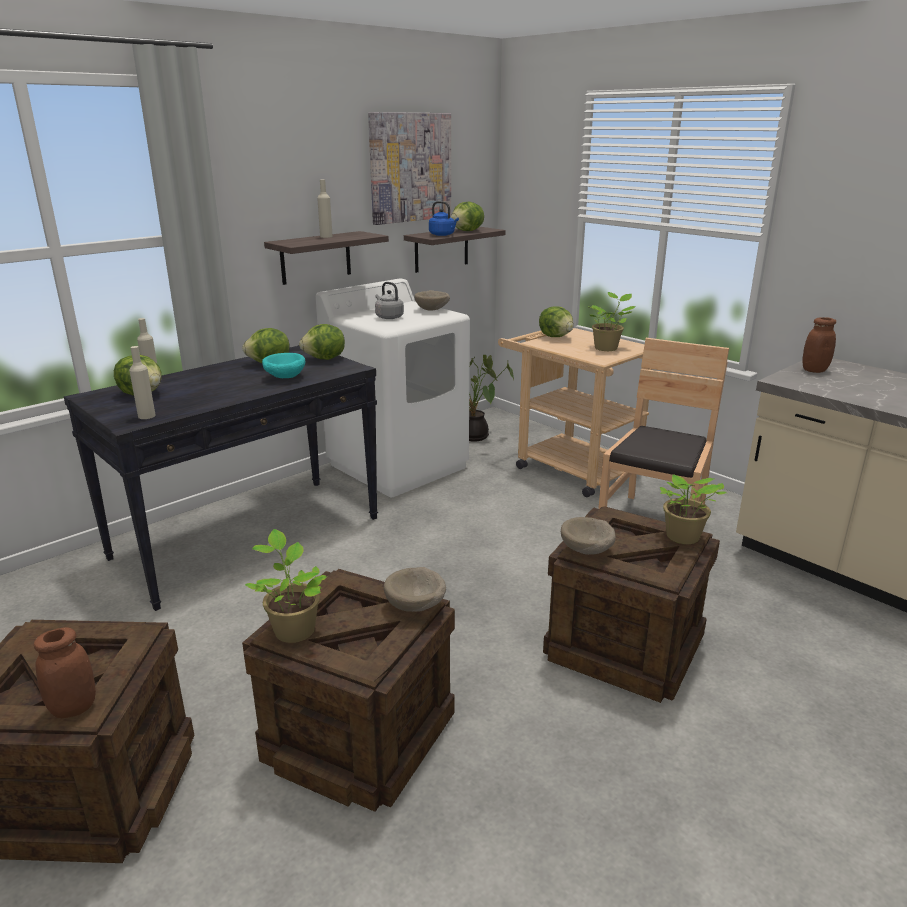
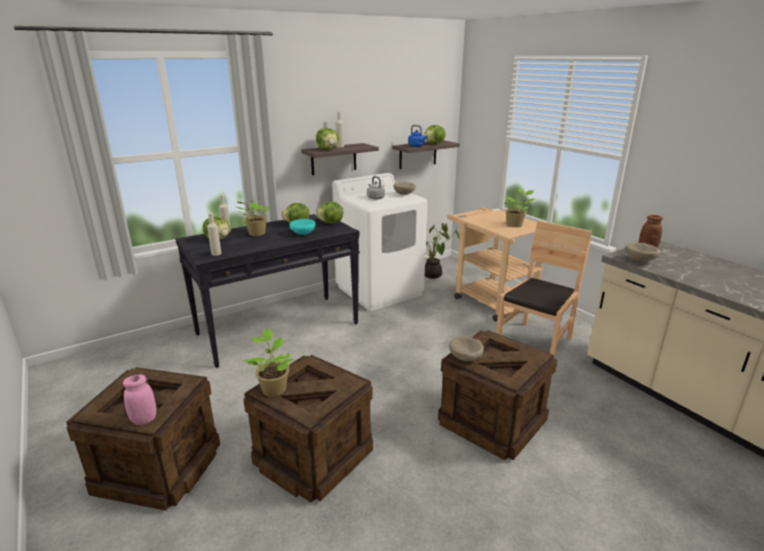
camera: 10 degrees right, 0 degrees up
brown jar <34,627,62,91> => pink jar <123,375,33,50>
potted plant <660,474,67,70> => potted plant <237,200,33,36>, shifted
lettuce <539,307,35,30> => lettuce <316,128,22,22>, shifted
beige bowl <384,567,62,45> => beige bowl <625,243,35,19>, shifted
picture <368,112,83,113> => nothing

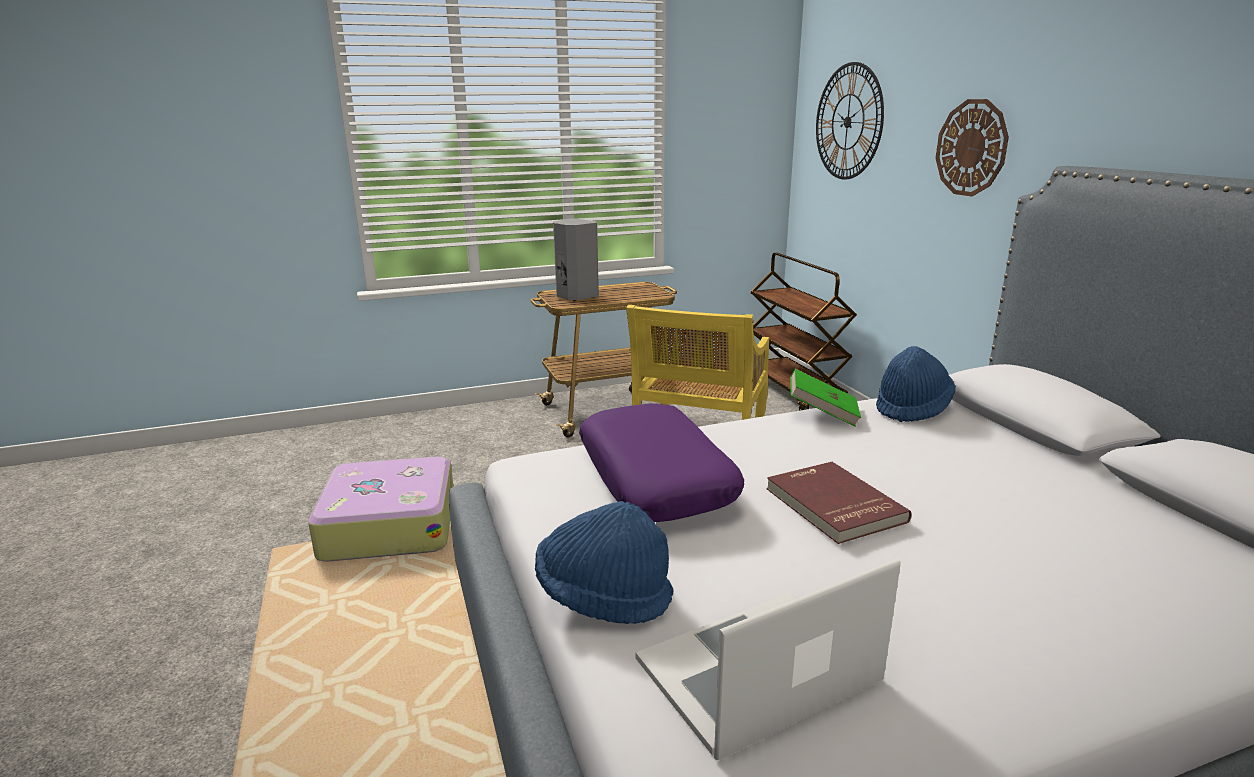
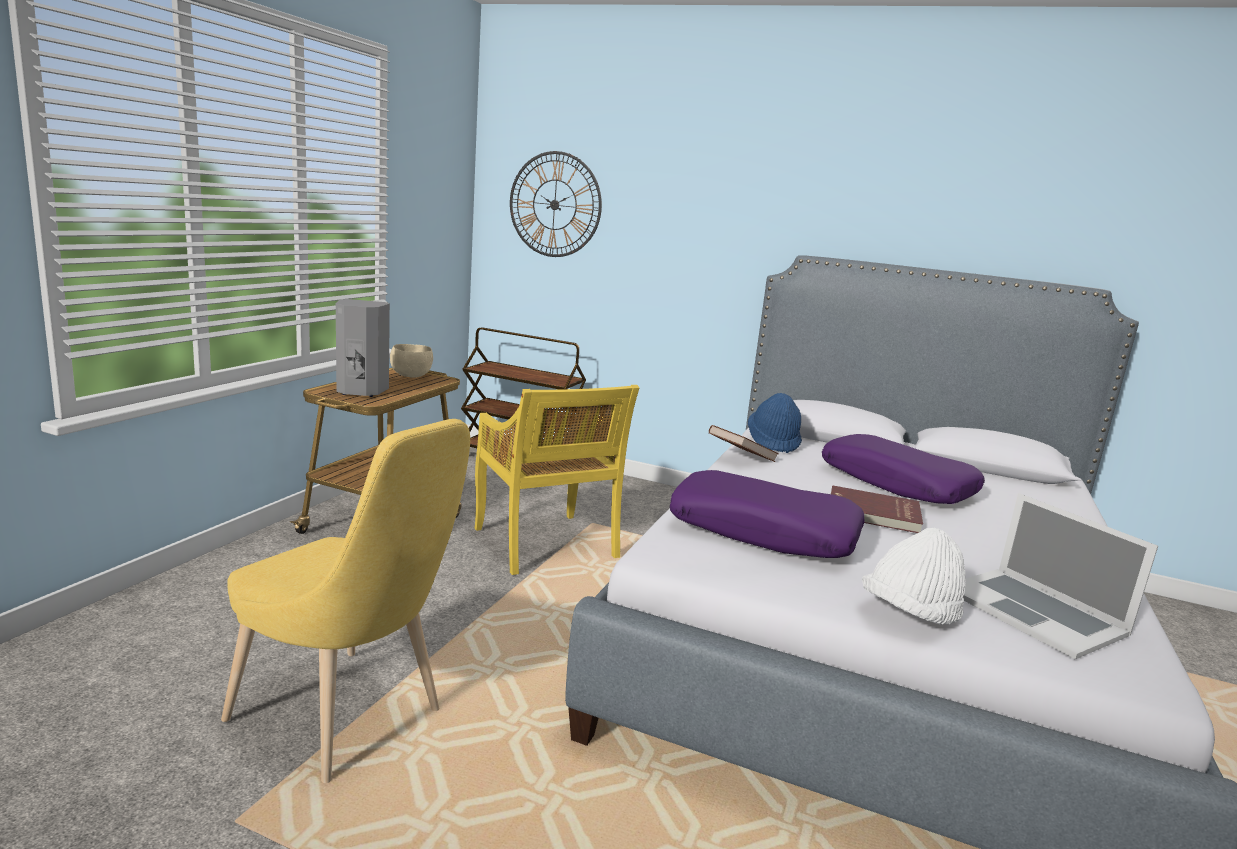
camera: 50 degrees left, 5 degrees down
suitcase <308,457,146,104> => yellow chair <221,419,249,364>
nothing => beige bowl <390,344,43,33>
green book <790,369,71,58> => brown book <709,425,69,37>
nothing => purple pillow <822,434,163,70>
blue hat <535,501,138,123> => white hat <862,528,104,96>
laptop <636,559,265,201> => laptop <963,493,195,166>, 45 degrees counterclockwise
wall clock <936,99,73,98> => nothing

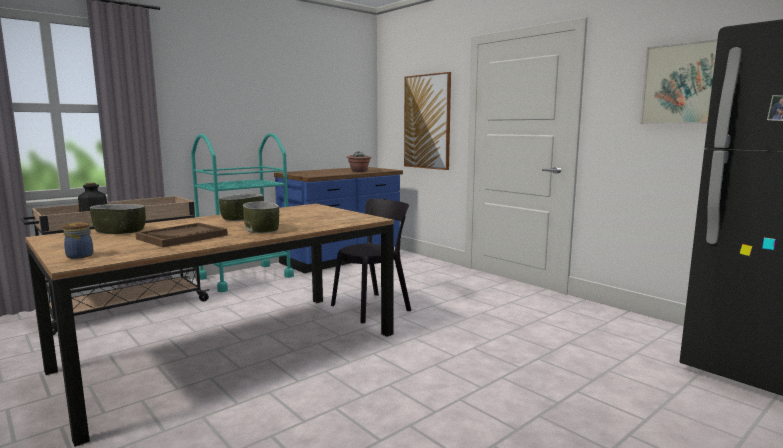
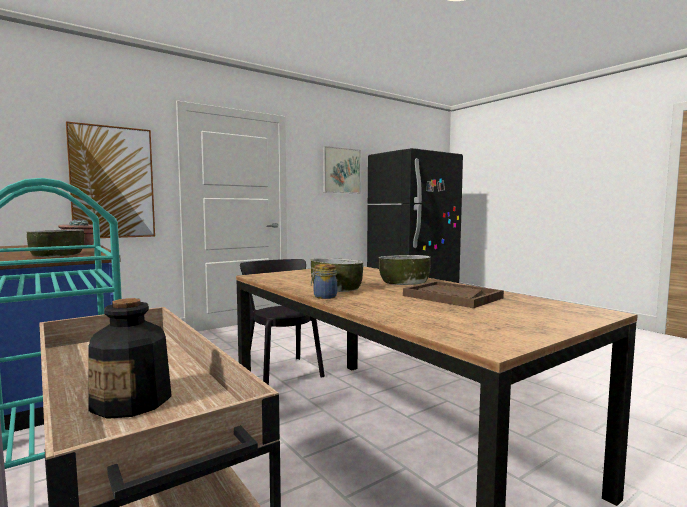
camera: 85 degrees left, 5 degrees down
bowl <90,204,56,30> => bowl <27,229,57,28>, shifted
jar <63,222,30,37> => jar <311,264,26,35>, shifted

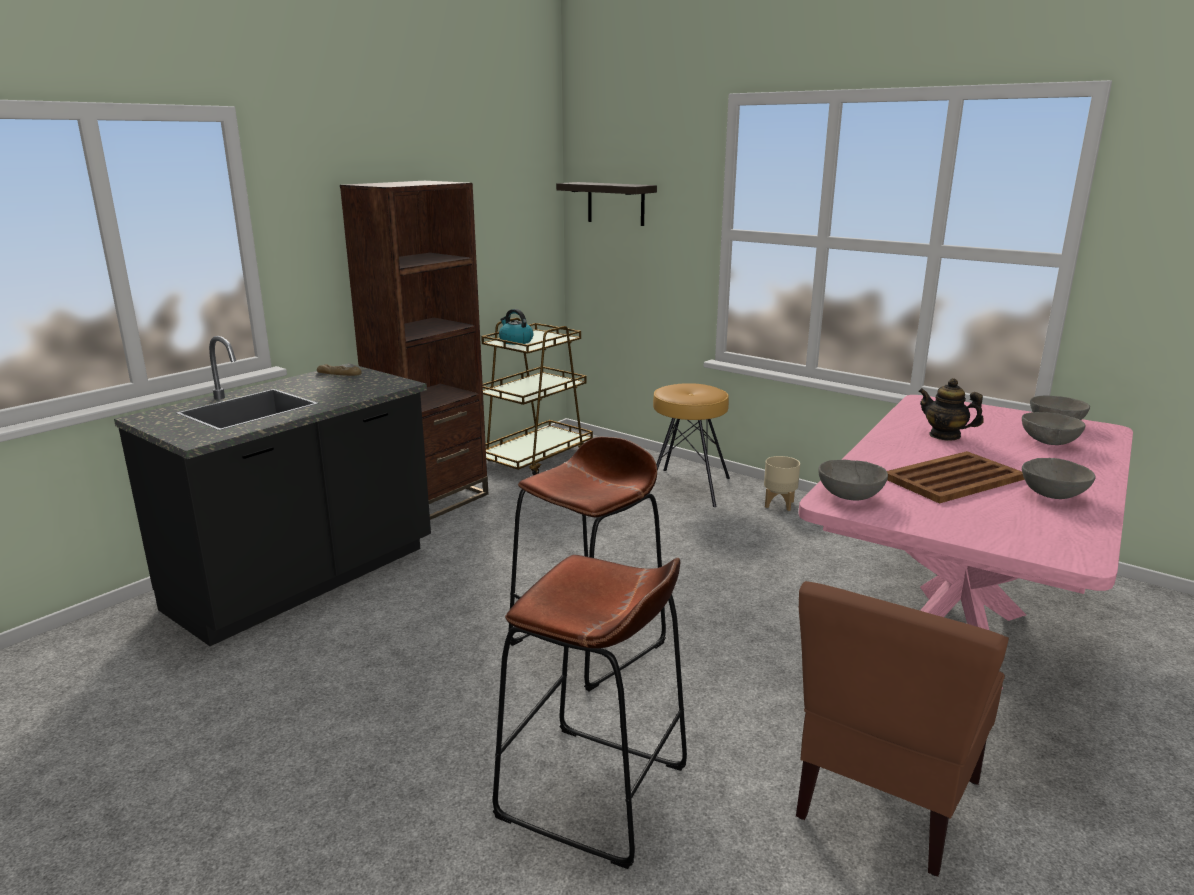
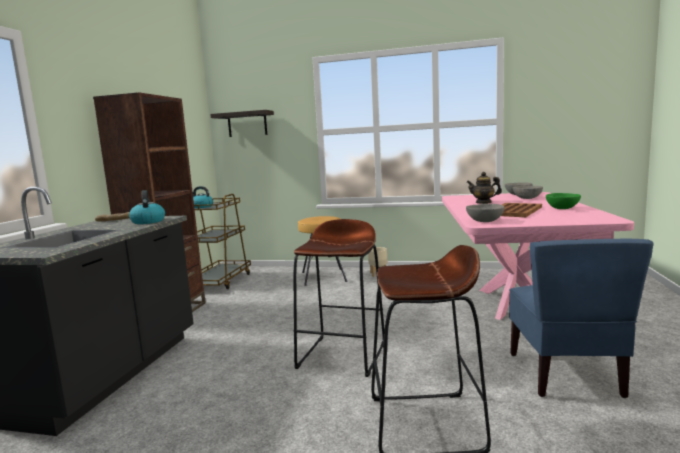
camera: 25 degrees left, 10 degrees down
nothing => kettle <129,190,36,34>
brown chair <796,581,213,296> => blue chair <509,239,145,159>
grey bowl <1022,458,74,41> => green bowl <546,193,35,16>

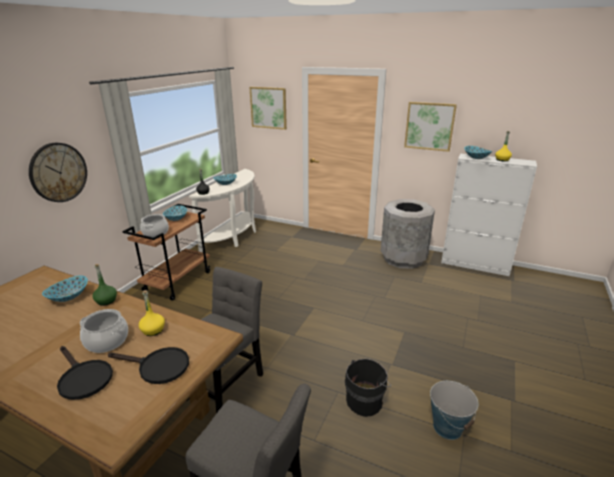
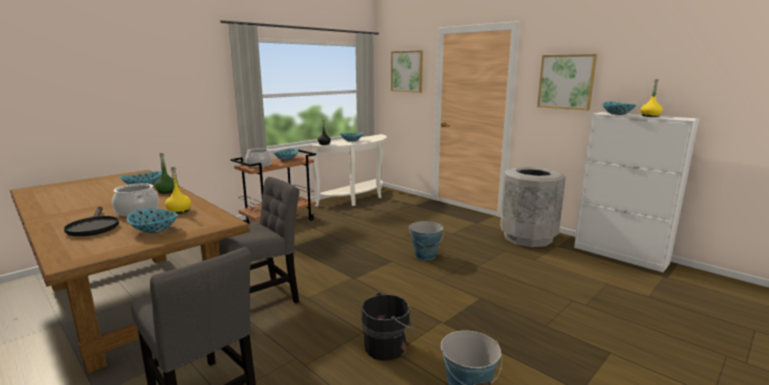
camera: 20 degrees right, 10 degrees down
black frying pan <108,347,81,37> => bowl <127,208,51,25>
nothing => bucket <409,221,35,40>
wall clock <29,143,58,59> => nothing

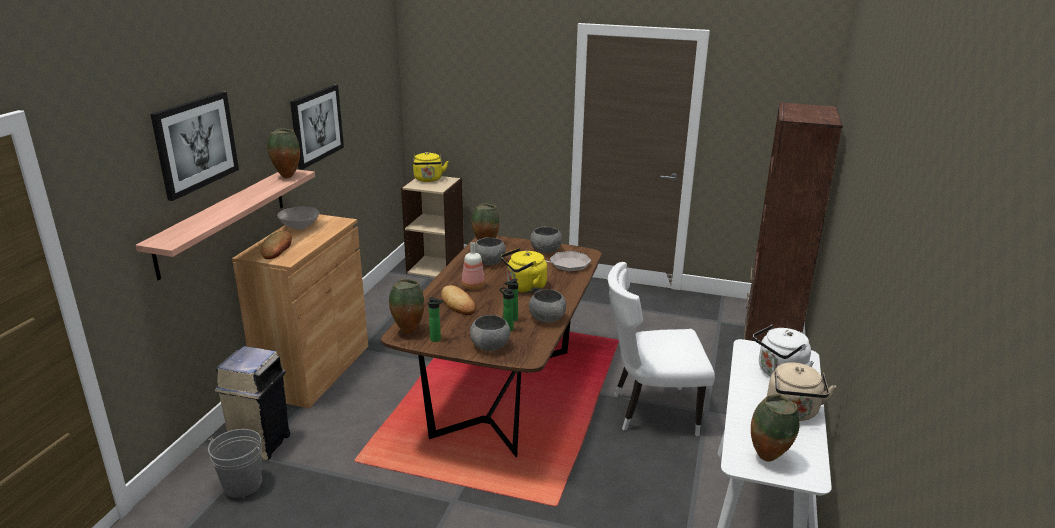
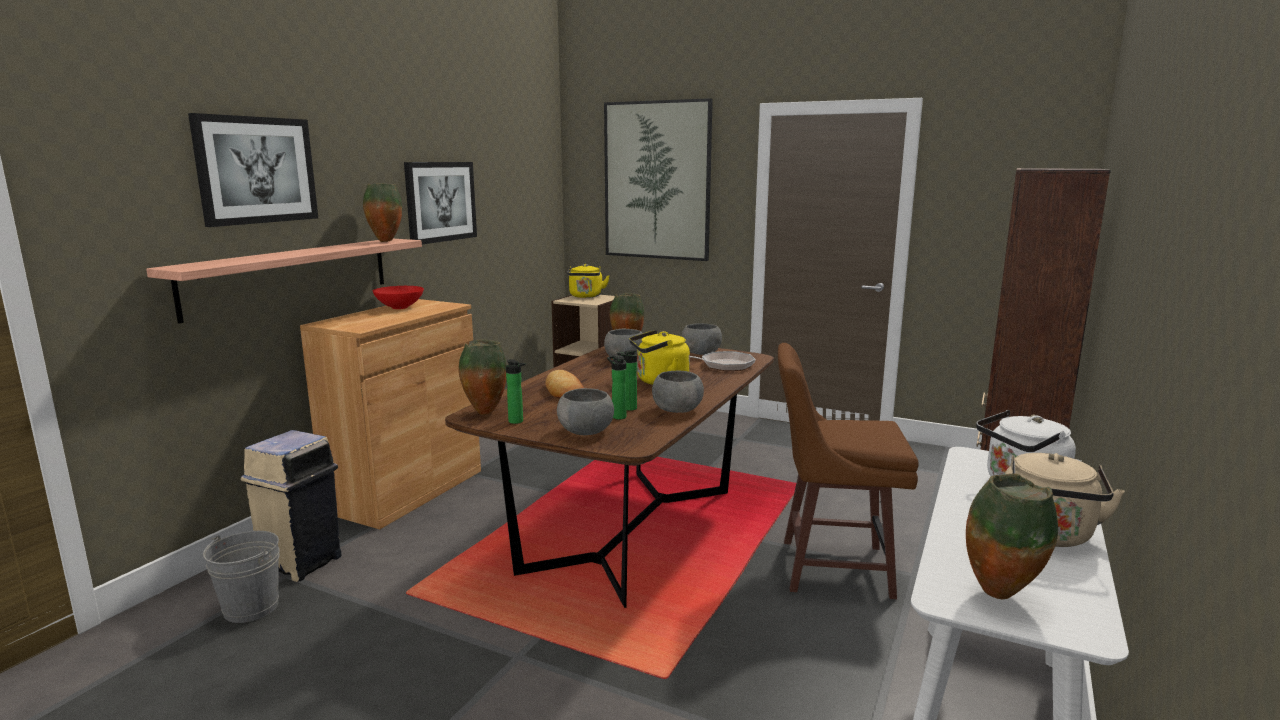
camera: 10 degrees right, 10 degrees down
white bowl <277,206,42,24> => red bowl <373,286,51,23>
nothing => picture <604,98,109,163>
white chair <608,262,107,174> => brown stool <778,343,141,256>
bread <260,231,32,28> => nothing
bottle <462,242,23,48> => nothing

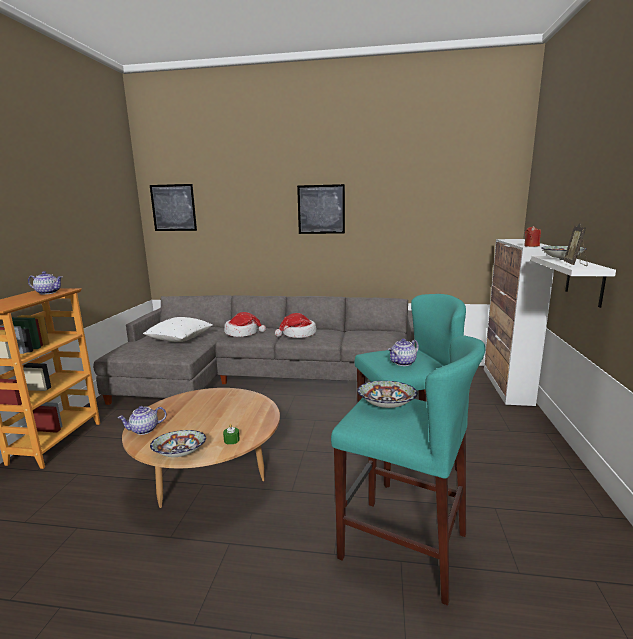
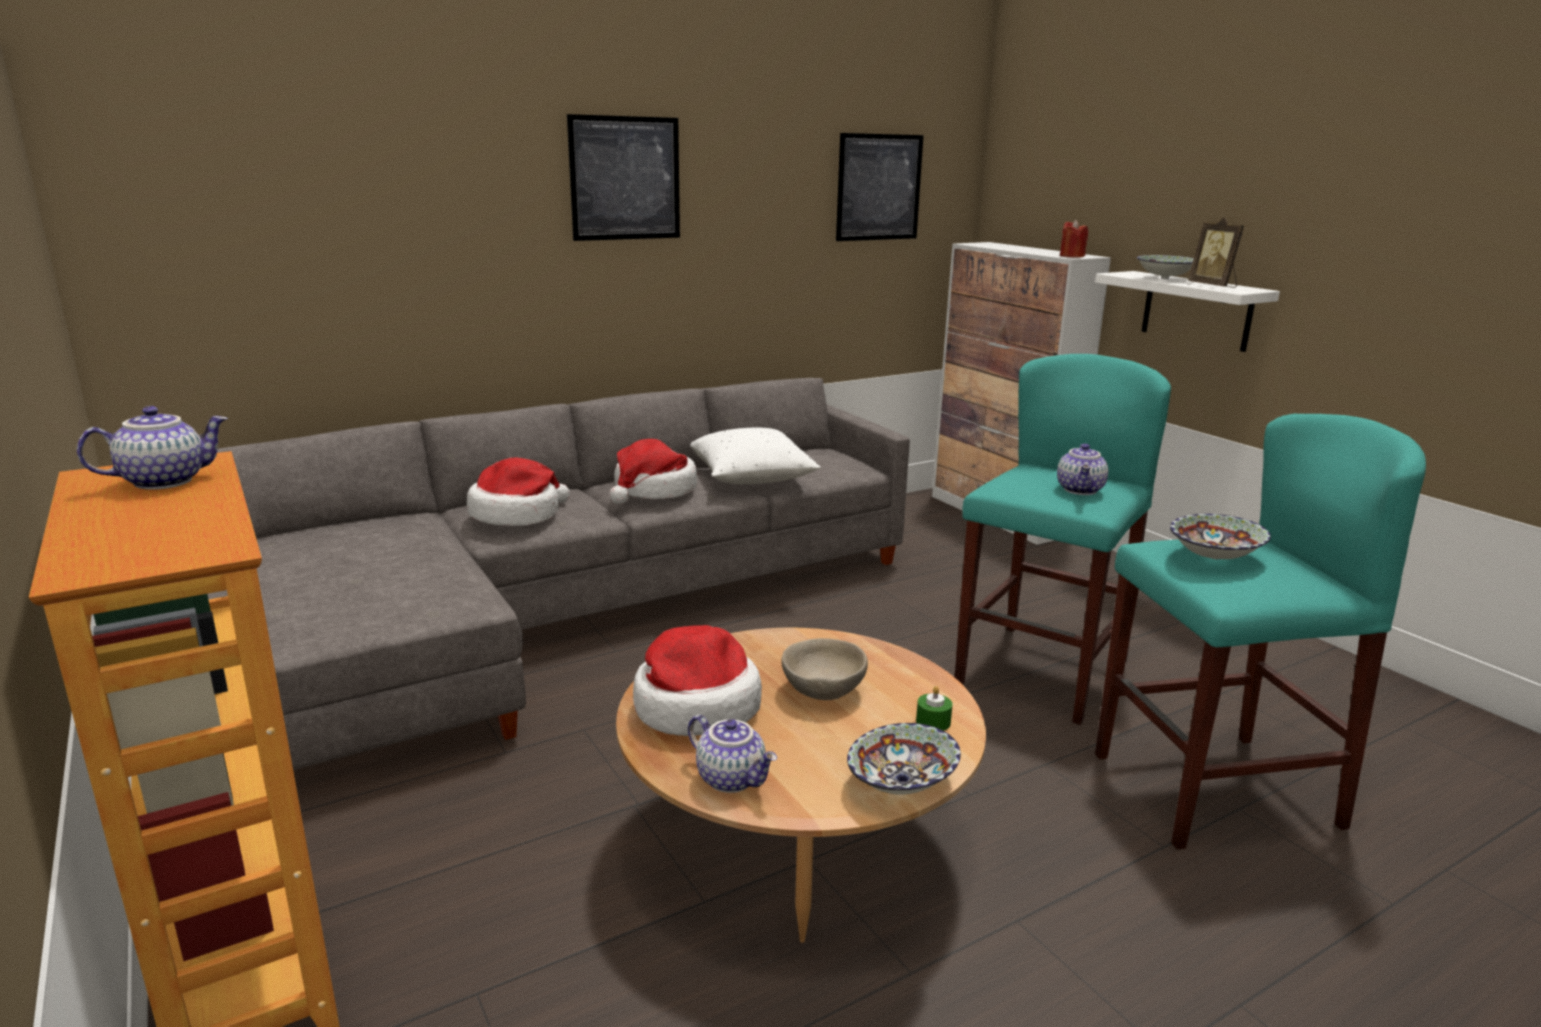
camera: 40 degrees left, 5 degrees up
nothing => hat <633,625,129,111>
teapot <118,406,49,29> => teapot <688,715,89,78>, 75 degrees counterclockwise
white pillow <143,317,70,25> => white pillow <690,428,131,56>, shifted
nothing => beige bowl <781,638,87,62>
picture <150,184,47,47> => picture <836,133,87,108>, shifted

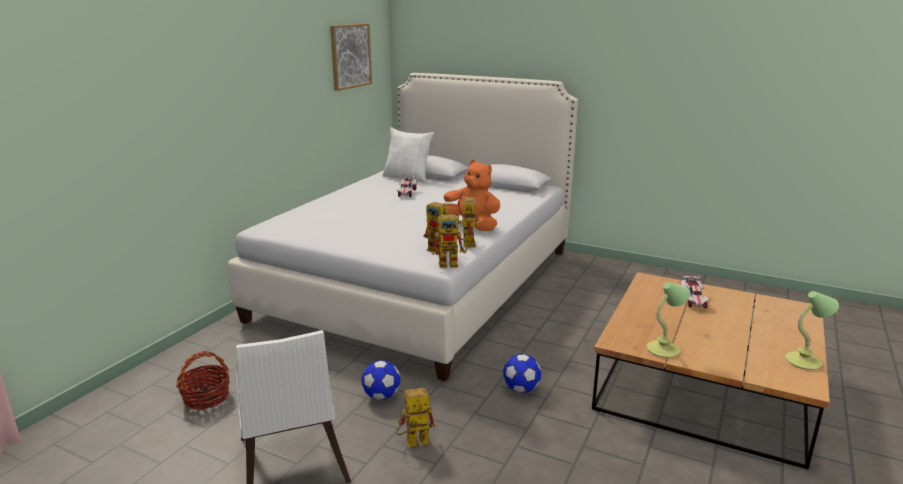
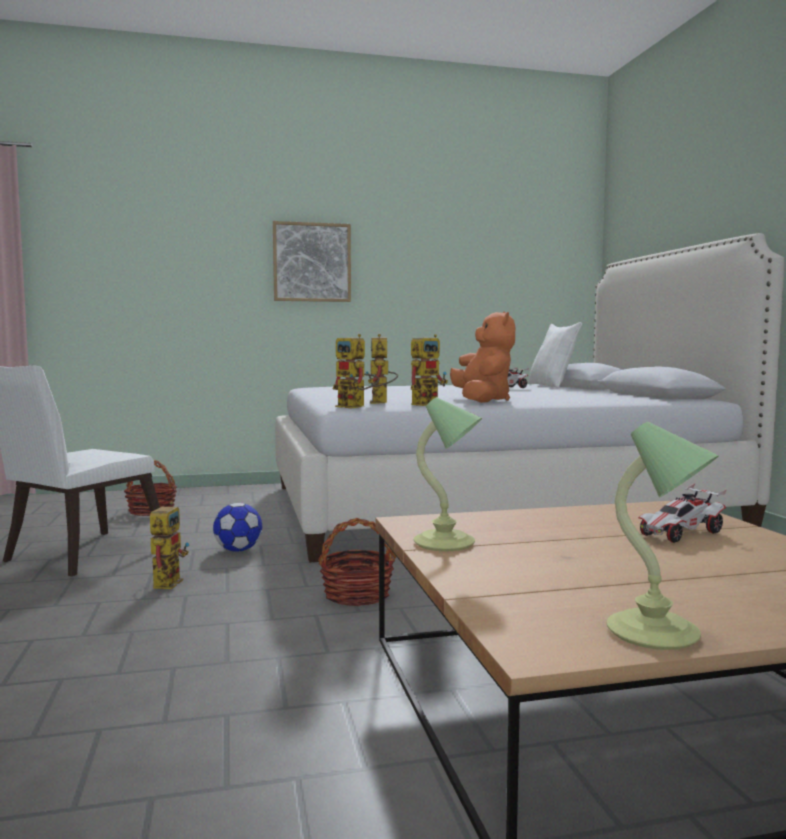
camera: 50 degrees right, 15 degrees down
toy robot <396,388,39,59> => toy robot <150,501,39,88>, 60 degrees clockwise
picture <330,23,42,68> => picture <273,221,78,81>, shifted
football <503,354,38,39> => basket <318,518,78,88>

